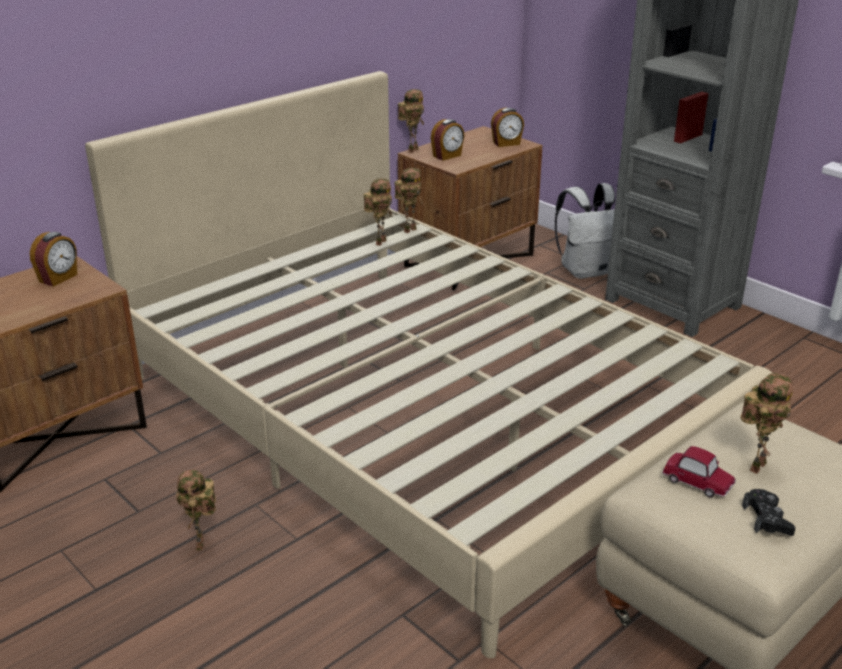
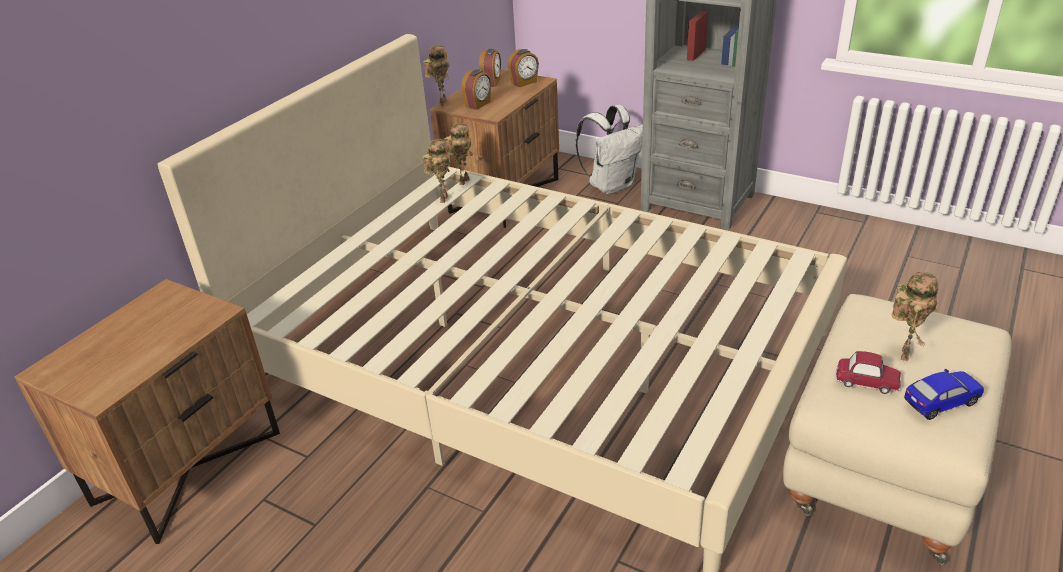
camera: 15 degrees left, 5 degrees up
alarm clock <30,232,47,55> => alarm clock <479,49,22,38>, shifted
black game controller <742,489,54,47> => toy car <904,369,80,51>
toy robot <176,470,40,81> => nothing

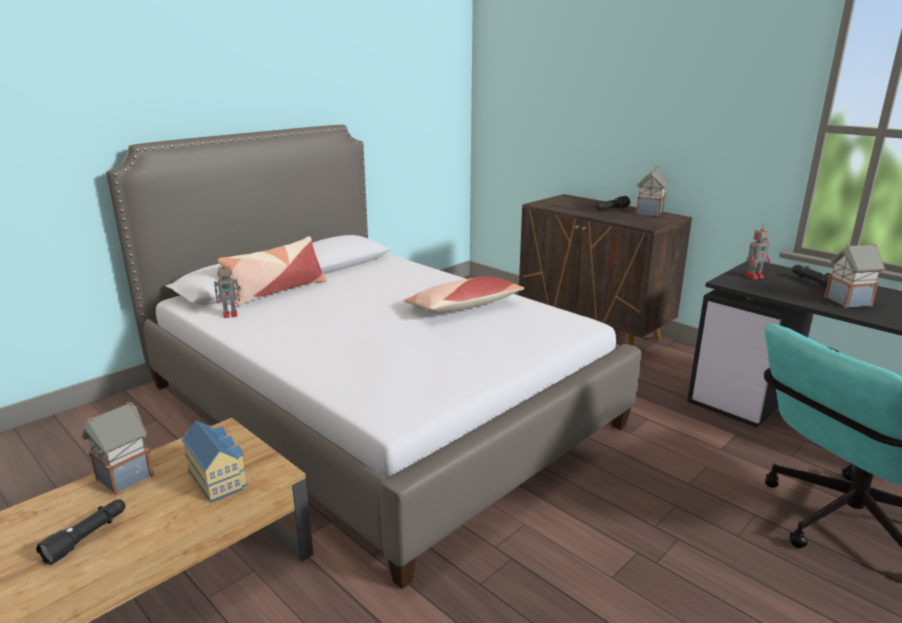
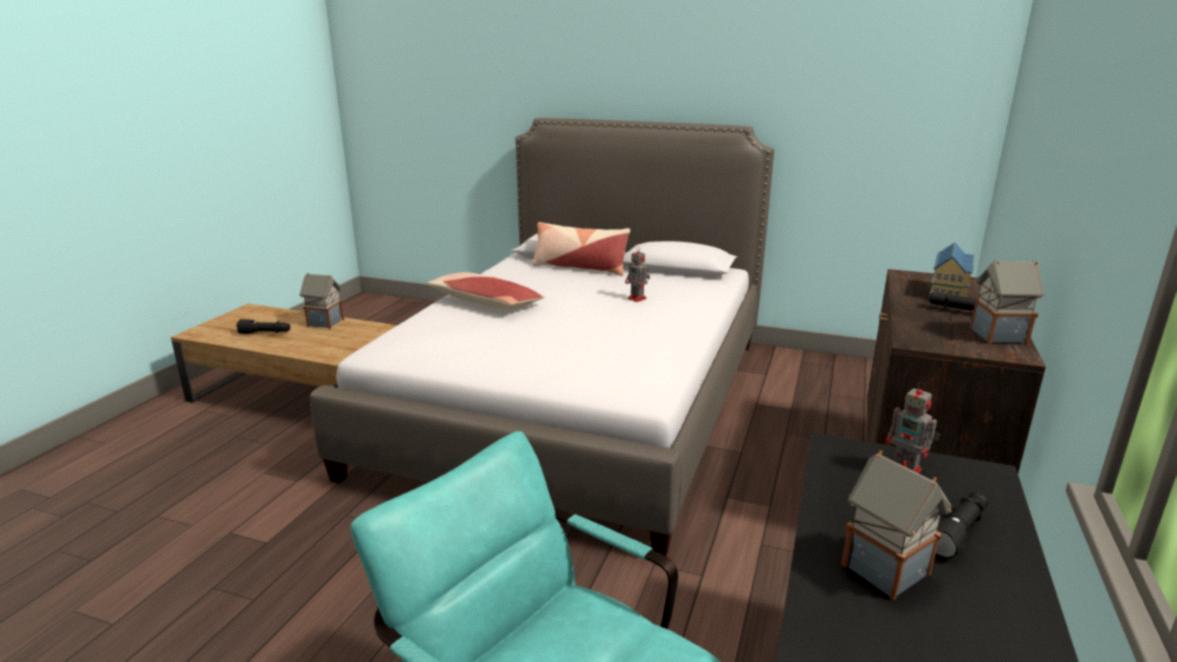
camera: 65 degrees right, 0 degrees up
pillow <404,277,121,36> => pillow <427,272,118,37>, shifted
toy robot <214,261,27,57> => toy robot <625,246,25,56>, shifted
toy house <182,421,66,82> => toy house <929,242,45,55>, shifted

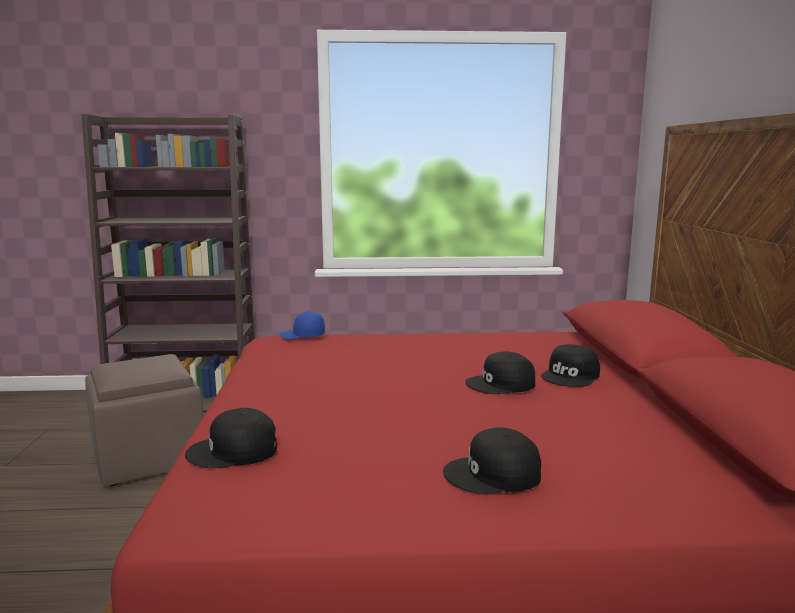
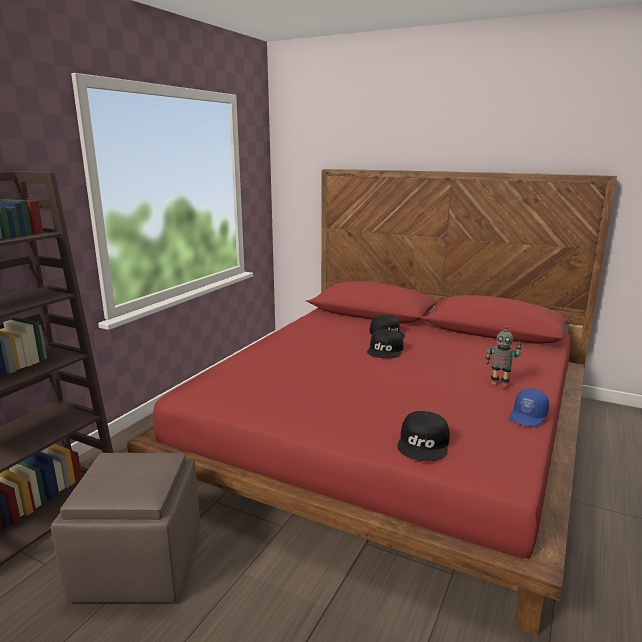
camera: 60 degrees left, 5 degrees up
black cap <443,427,98,67> => toy robot <486,326,35,62>
blue cap <280,311,45,28> => blue cap <509,388,40,39>, shifted

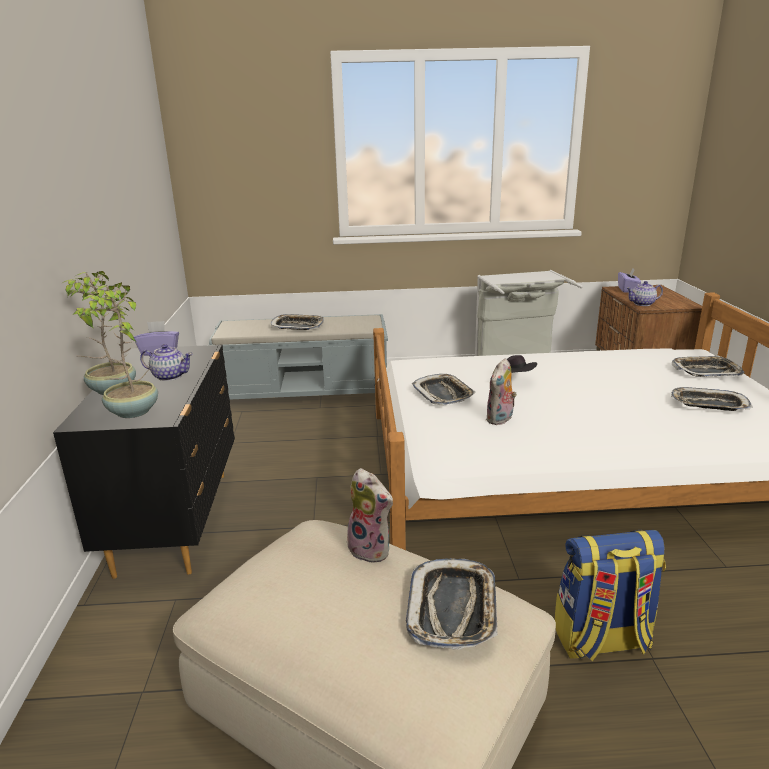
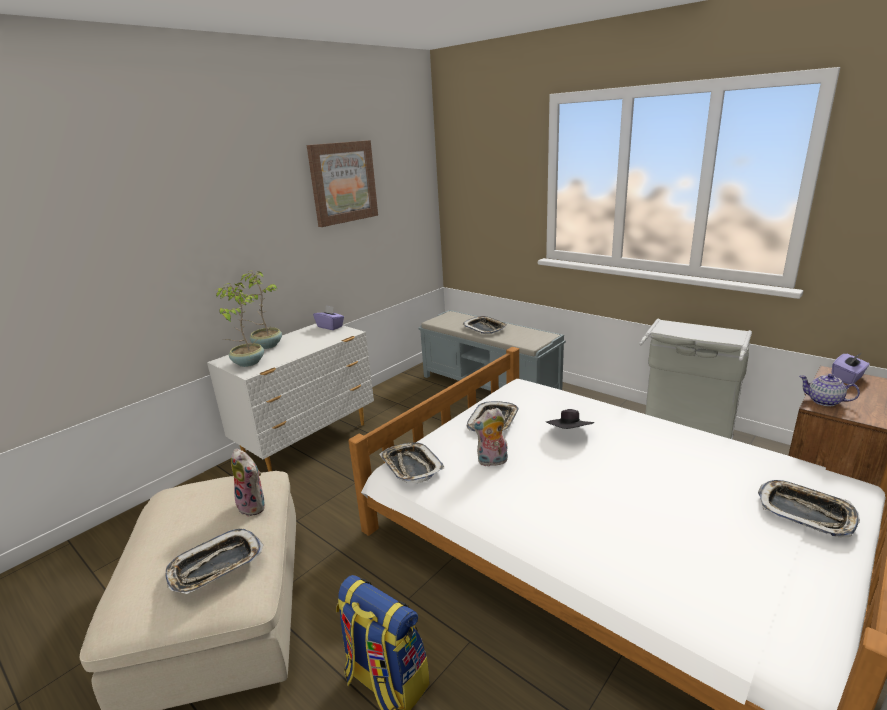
camera: 45 degrees right, 0 degrees up
black dresser <53,345,182,234> => white dresser <207,324,167,148>
plush toy <347,468,46,95> => plush toy <231,448,35,69>, 45 degrees counterclockwise
nothing => picture <307,140,71,87>
tray <671,387,82,24> => tray <379,442,65,41>, shifted
teapot <140,344,53,37> => nothing

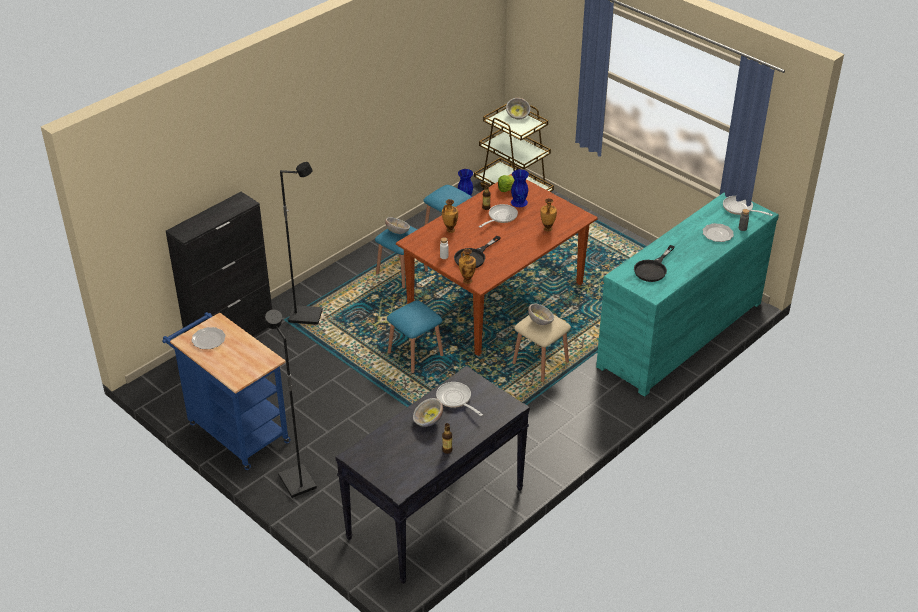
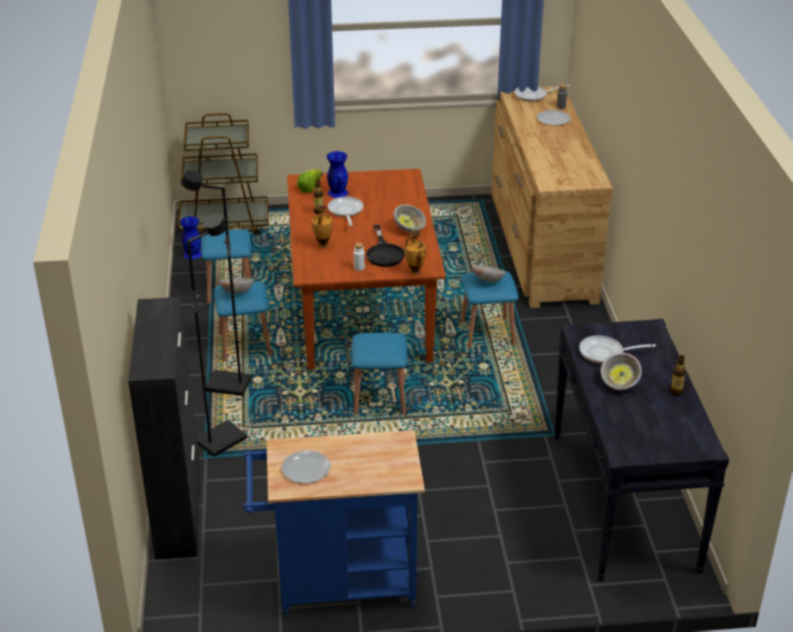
camera: 50 degrees left, 5 degrees down
black floor lamp <265,310,52,188> => black floor lamp <182,170,70,226>, shifted
bowl <506,98,24,21> => bowl <394,204,32,28>, shifted
beige stool <512,314,59,68> => blue stool <460,271,59,78>
turquoise dresser <596,193,183,204> => brown dresser <492,86,121,222>
vase <540,198,17,33> => nothing
black frying pan <634,245,41,37> => nothing

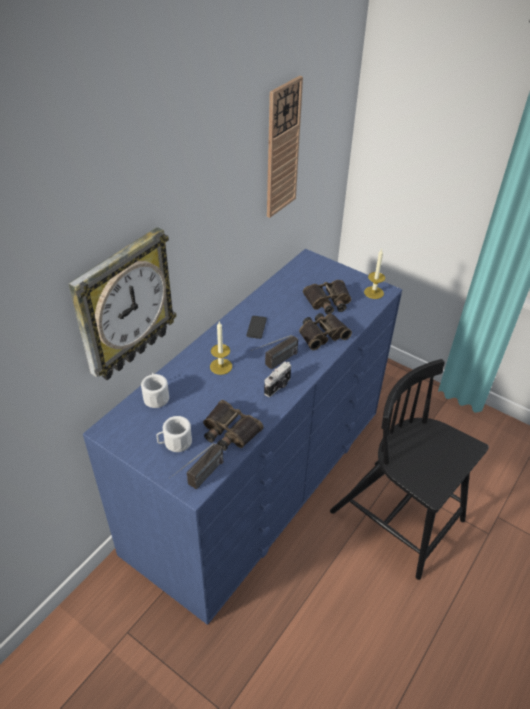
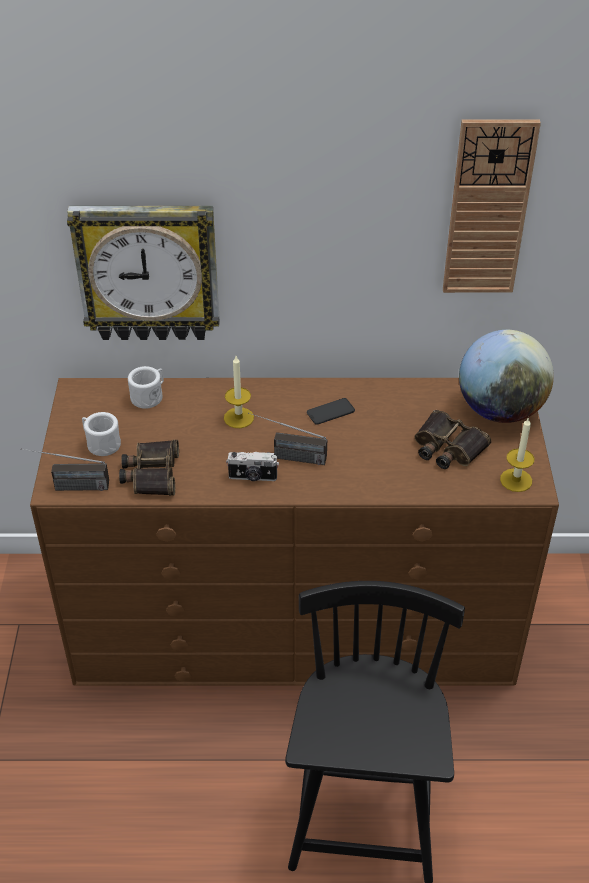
camera: 55 degrees right, 0 degrees up
blue dresser <83,249,319,376> => brown dresser <30,378,529,308>
nothing => globe <459,330,95,93>
binoculars <299,313,53,37> => nothing

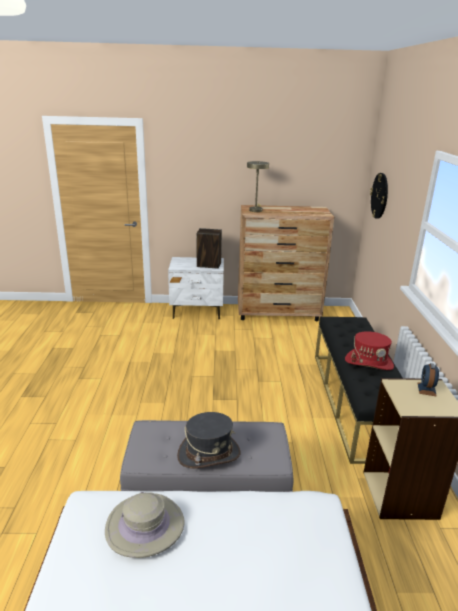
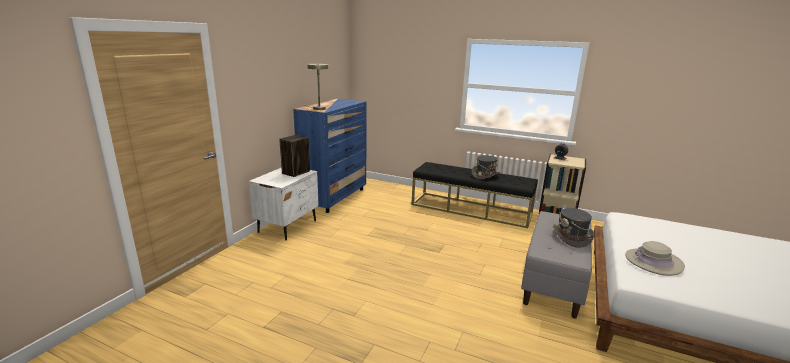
camera: 65 degrees left, 5 degrees down
brown dresser <238,205,96,116> => blue dresser <293,99,74,114>
red hat <345,331,49,39> => grey hat <472,155,28,24>
wall clock <370,173,18,46> => nothing

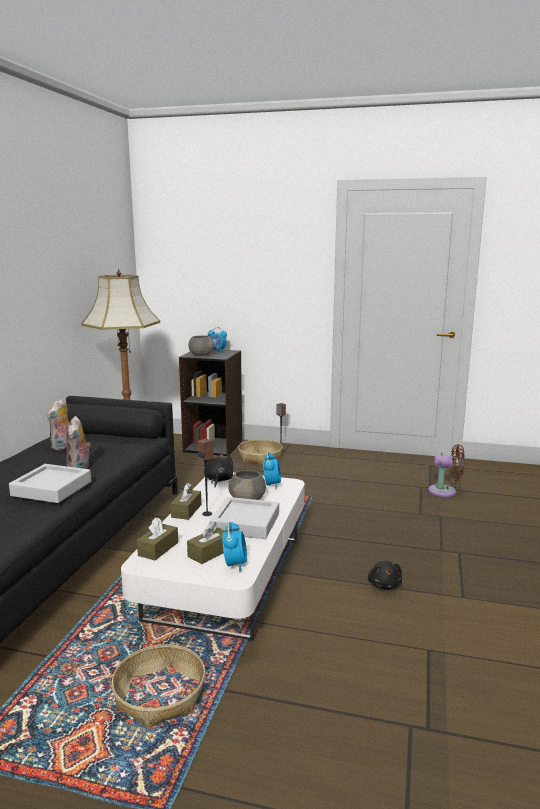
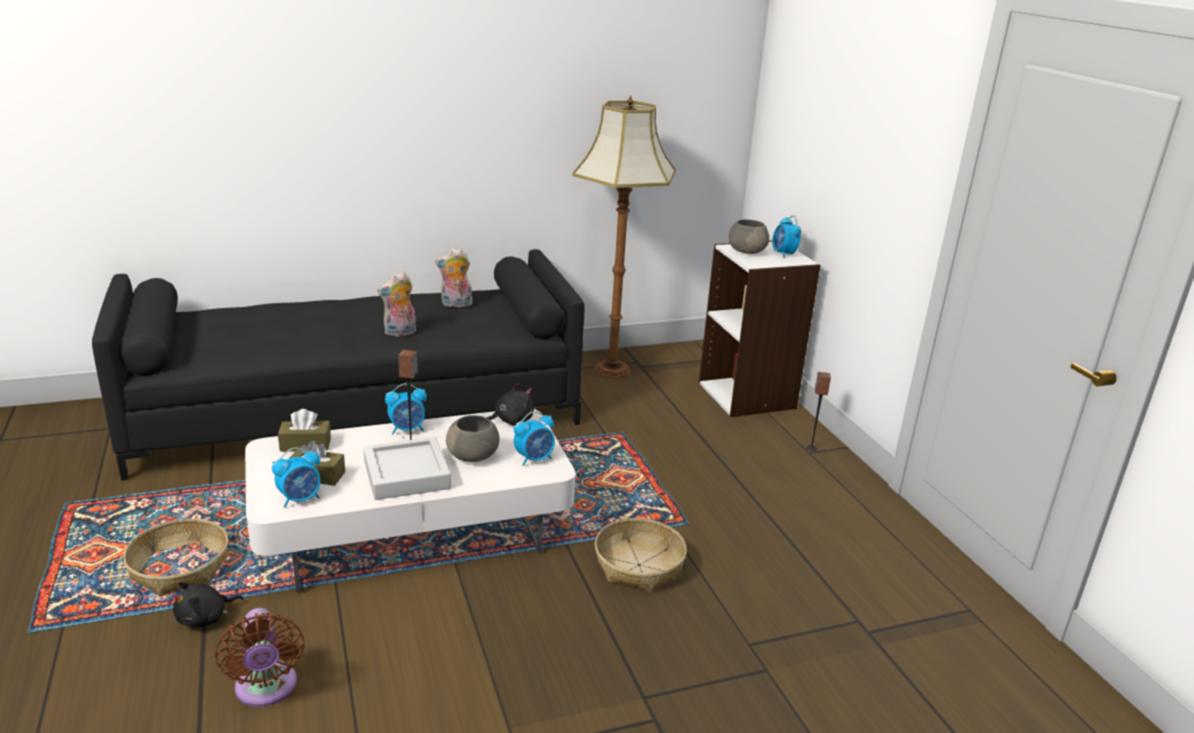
camera: 55 degrees right, 10 degrees up
black plush toy <368,561,34,28> => black plush toy <173,581,71,46>, shifted
brown fan <428,444,36,53> => brown fan <215,608,90,99>, shifted
brown tissue box <170,483,31,37> => alarm clock <385,383,42,51>
basket <238,439,45,26> => basket <595,518,92,74>, shifted
black bookcase <179,350,63,106> => white bookcase <699,240,122,177>
grey tray <9,464,82,39> => nothing

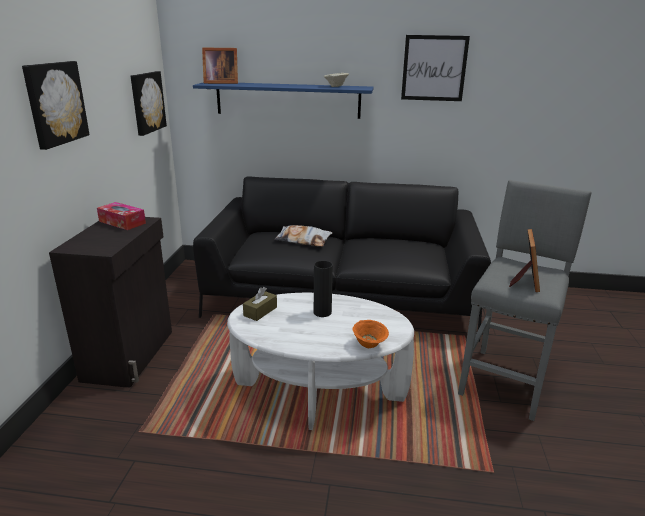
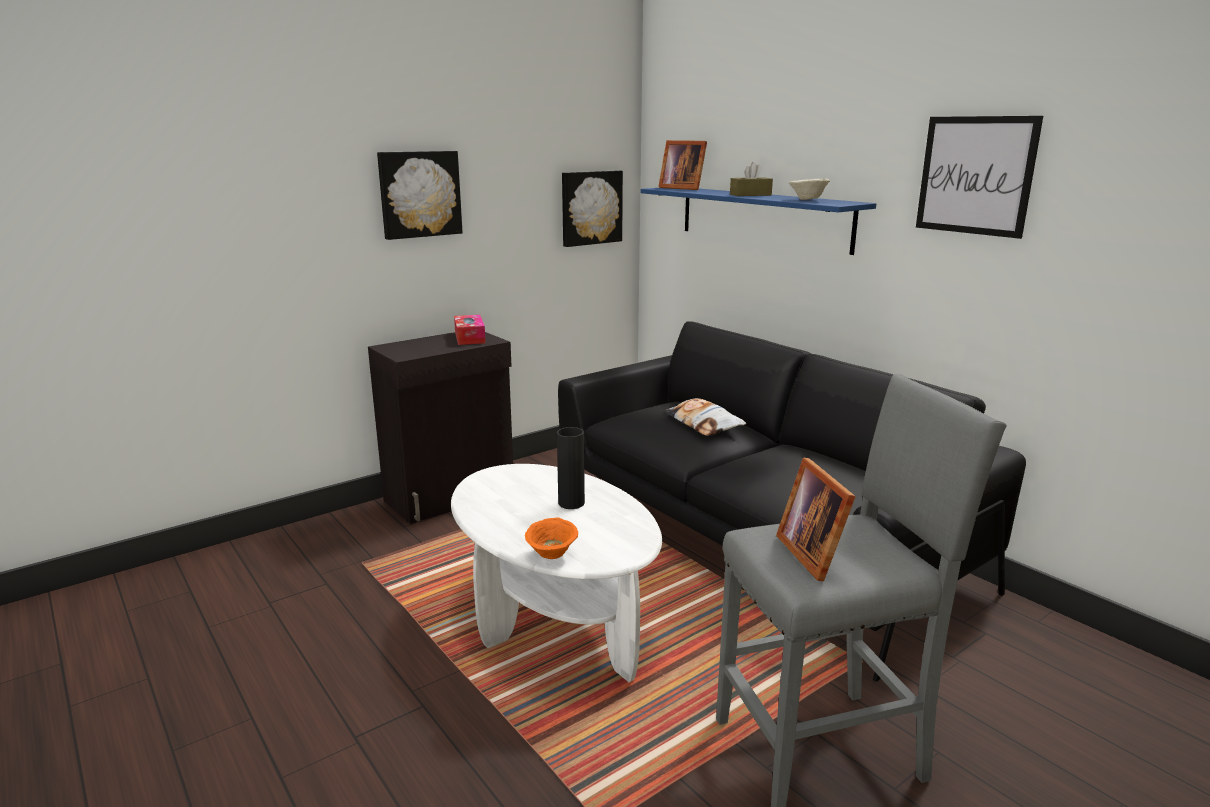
camera: 45 degrees right, 5 degrees down
brown tissue box <243,287,34,34> => brown tissue box <730,162,43,34>, shifted
picture frame <509,229,31,63> => picture frame <776,457,80,124>, 105 degrees clockwise

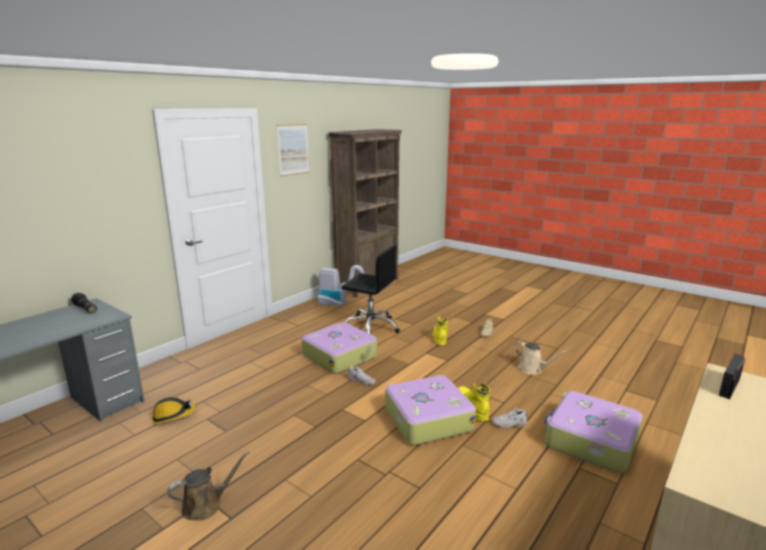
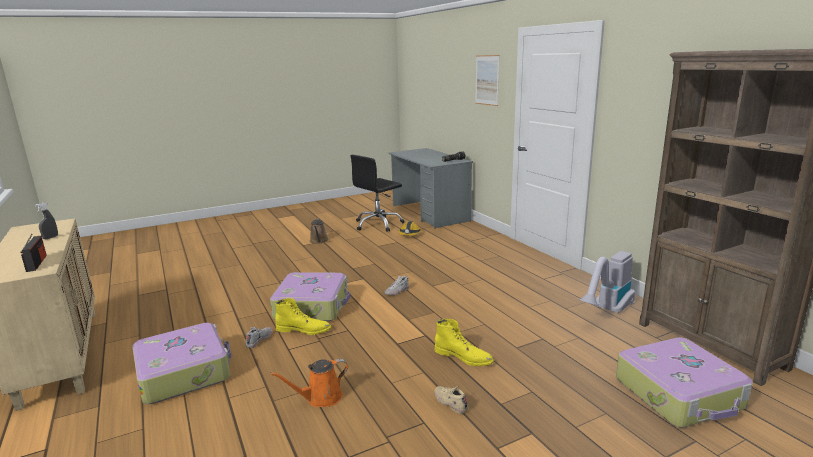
camera: 115 degrees right, 0 degrees up
nothing => grey spray bottle <35,202,23,37>
beige watering can <514,342,54,33> => orange watering can <270,358,78,49>
black office chair <342,245,58,89> => black office chair <350,155,55,77>, shifted
picture <277,124,32,53> => picture <475,55,25,51>, shifted
suitcase <302,322,75,52> => suitcase <616,337,137,91>, shifted

